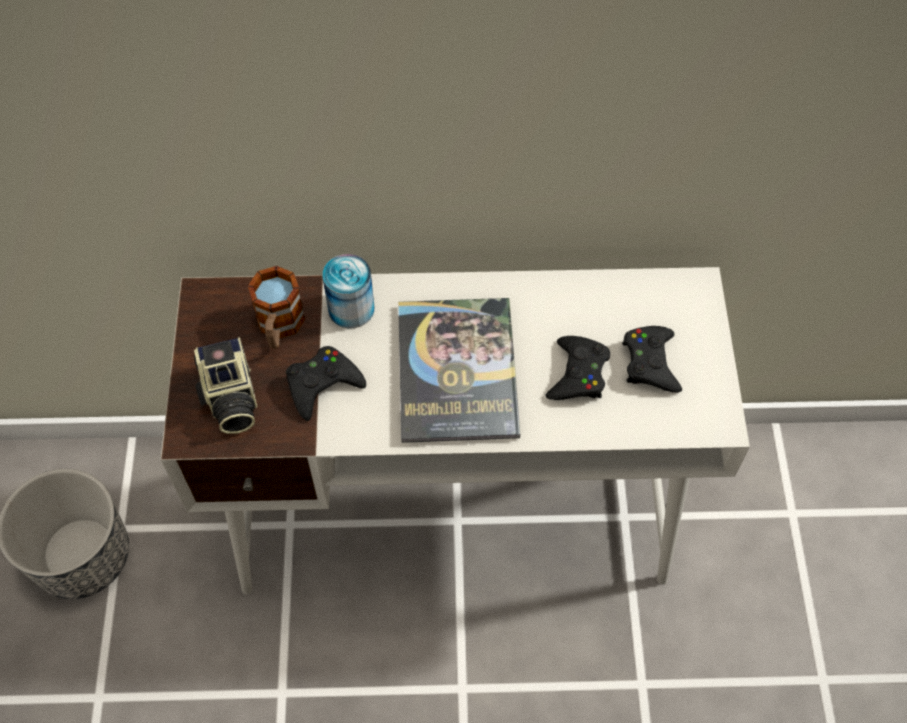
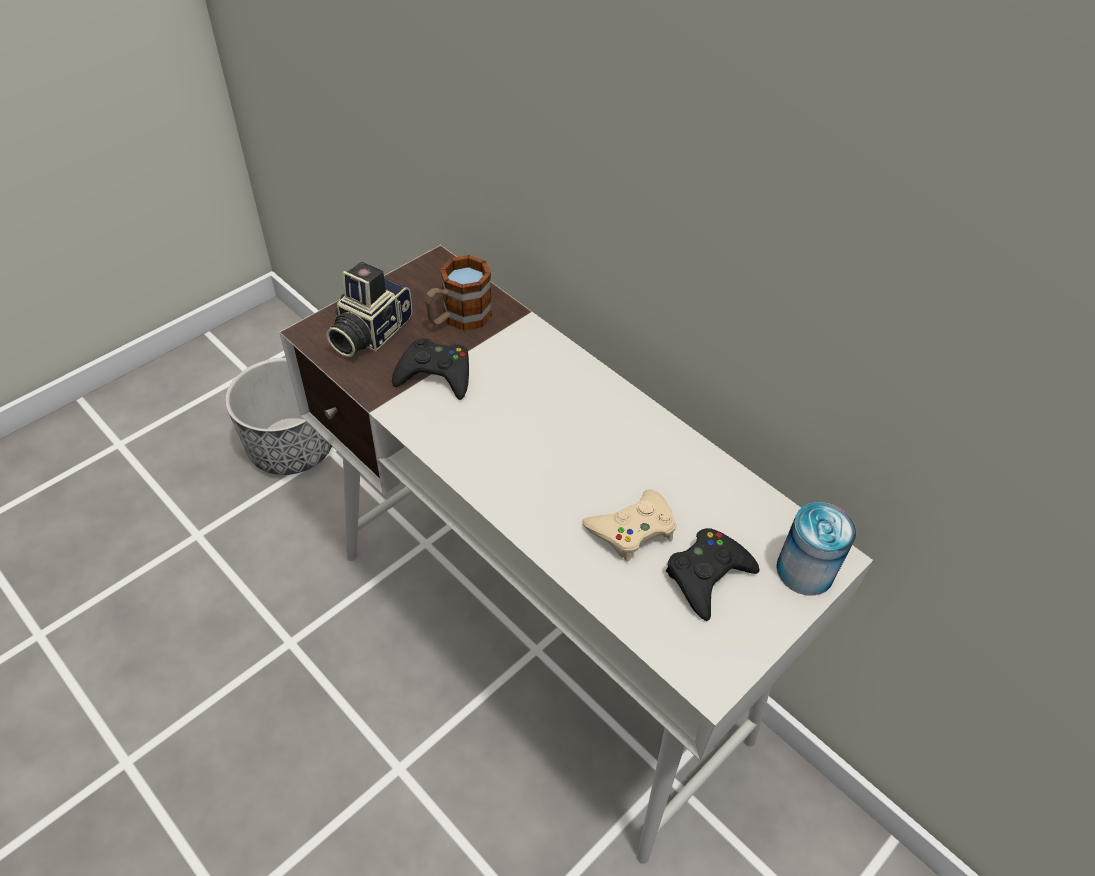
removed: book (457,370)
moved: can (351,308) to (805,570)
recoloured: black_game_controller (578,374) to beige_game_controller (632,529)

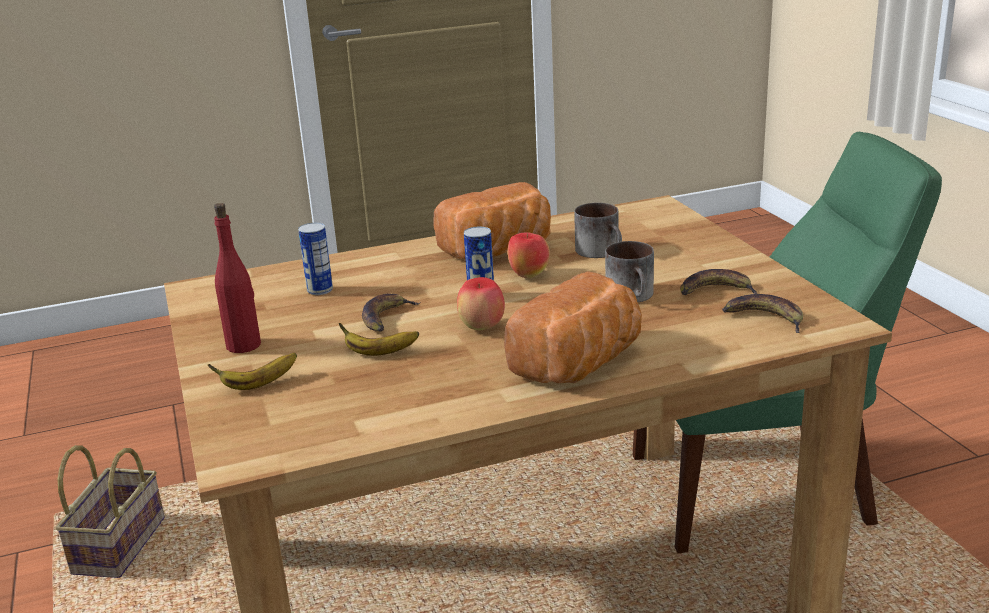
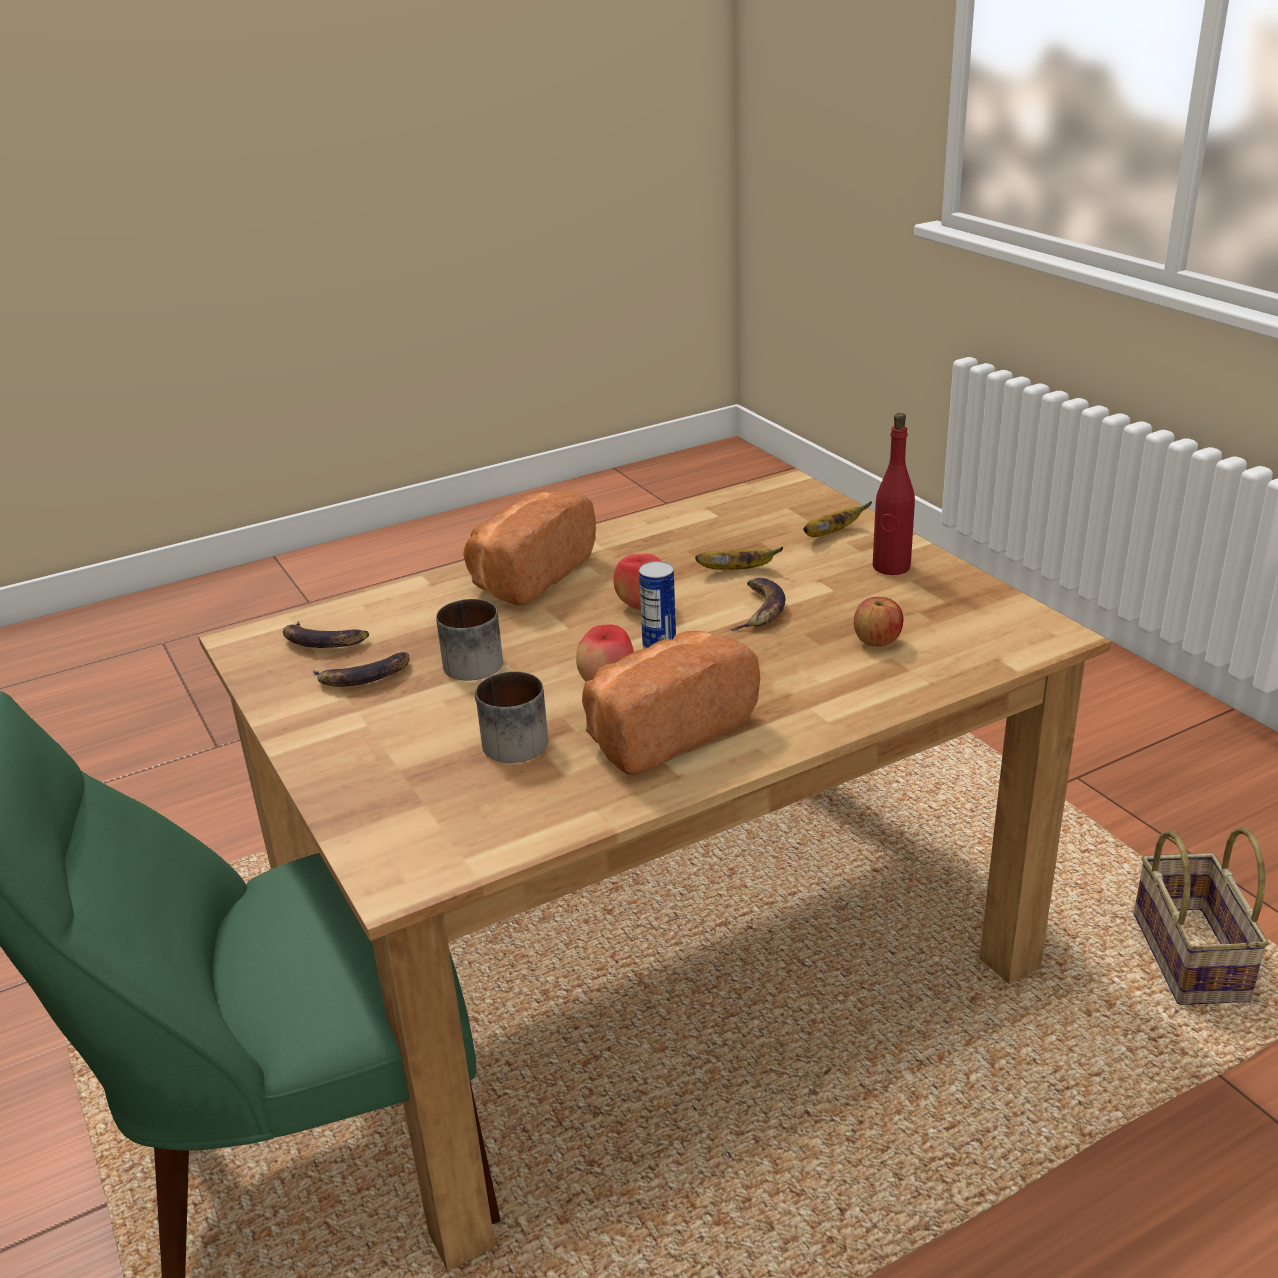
replaced: can (320,290) to apple (877,642)

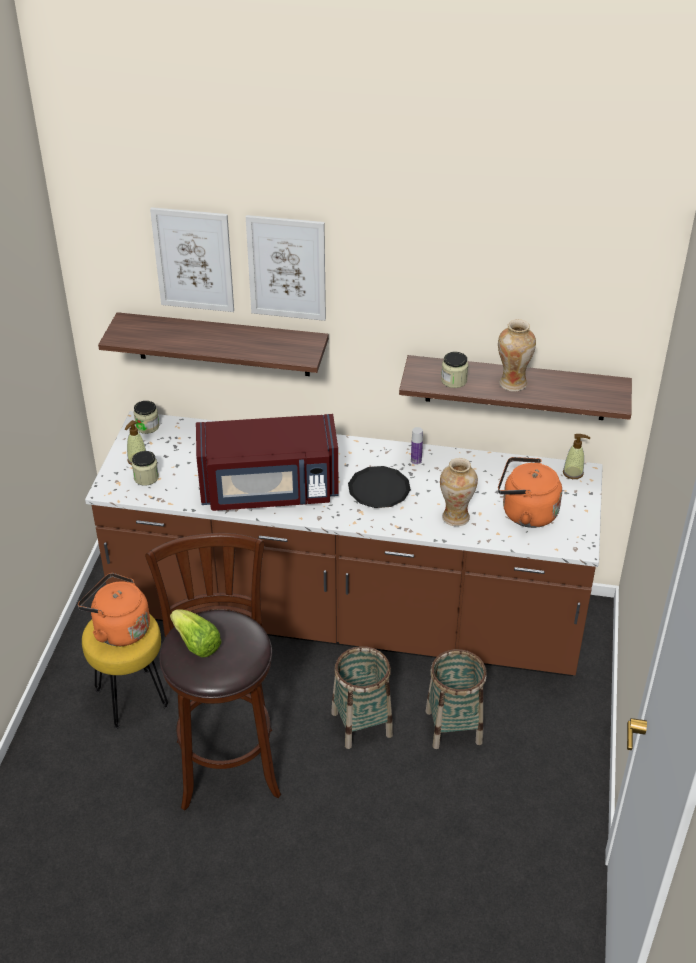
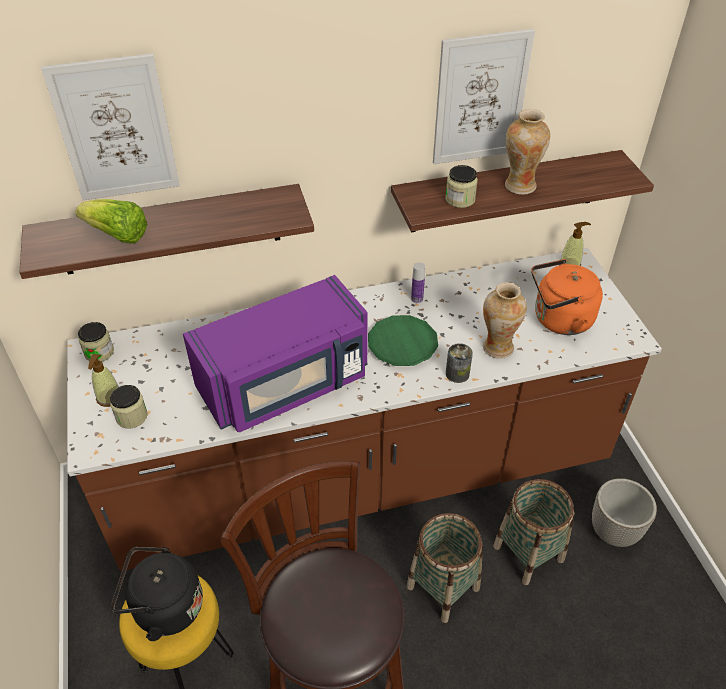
added: can (457,373); planter (613,532)
moved: lettuce (196,644) to (117,235); picture (287,268) to (480,98)
recoloured: orange_kettle (119,629) to black_kettle (164,608); red_microwave (269,491) to purple_microwave (286,384); black_plate (379,491) to green_plate (402,344)

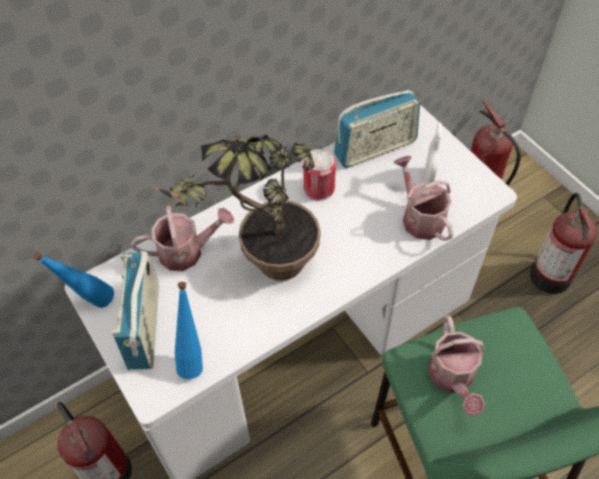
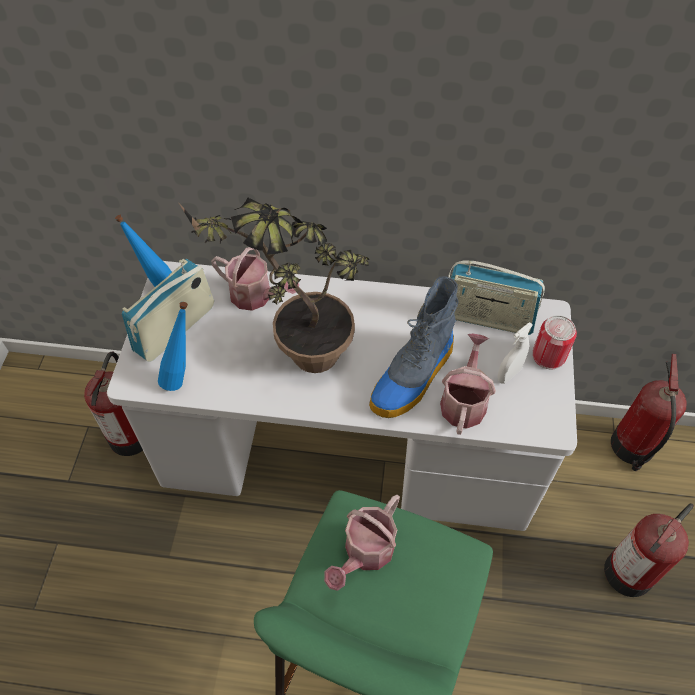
added: boot (412,378)
moved: can (319,188) to (548,355)

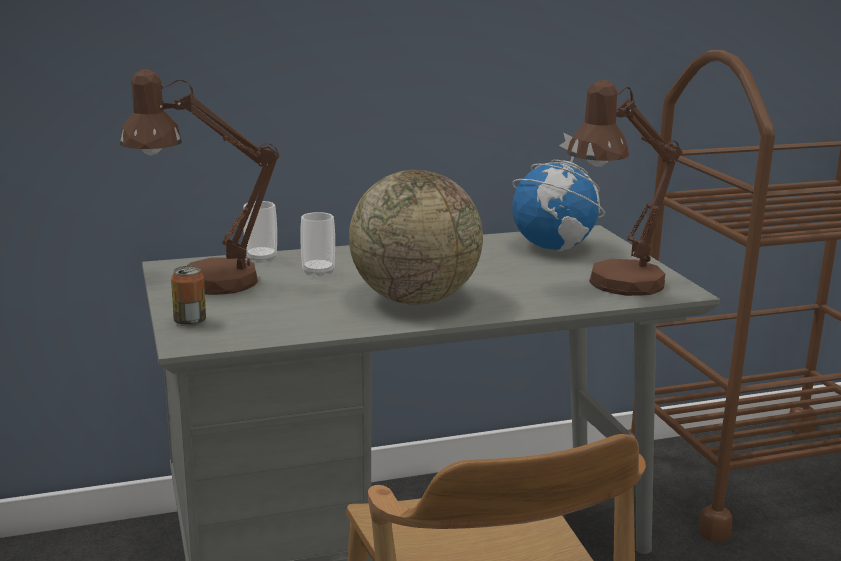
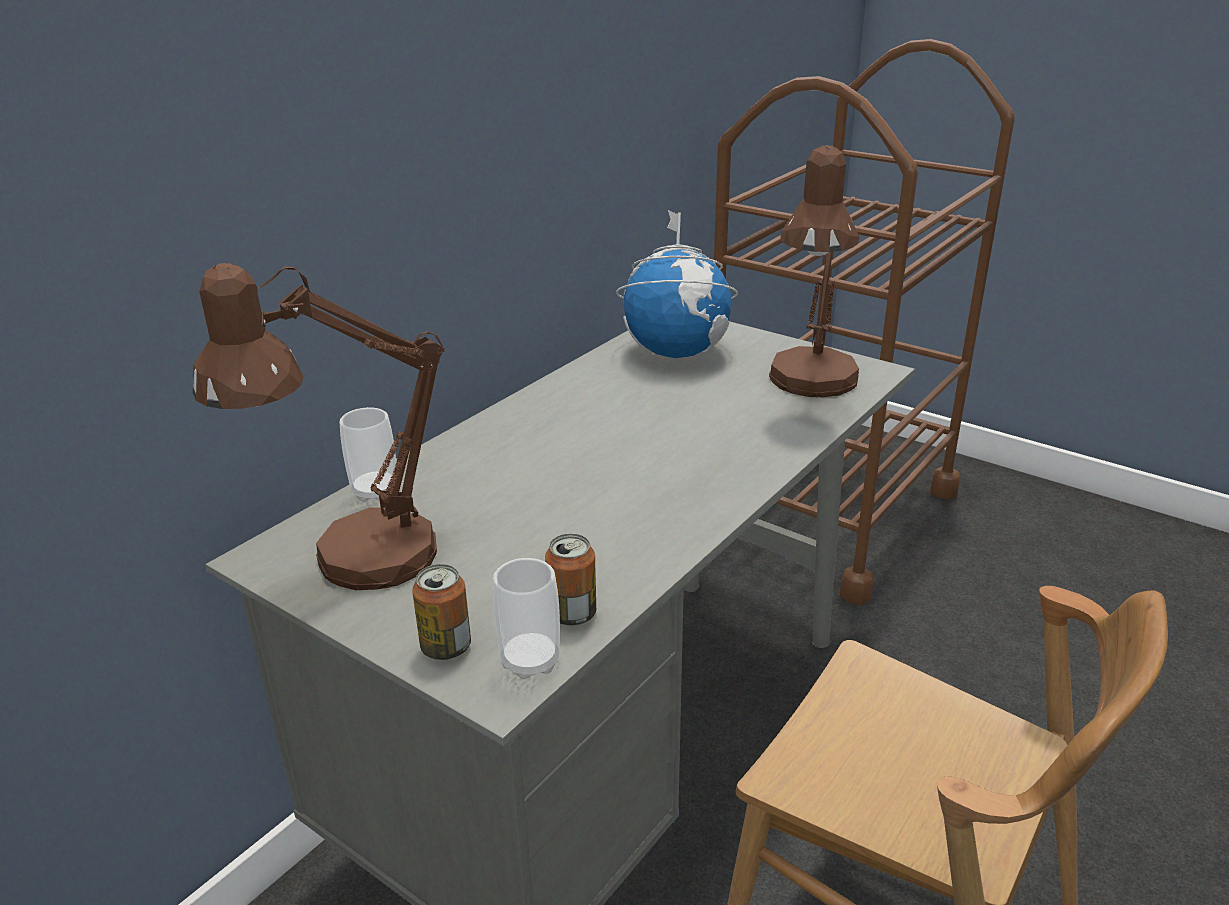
removed: globe (414,299)
added: can (572,614)
moved: cup (318,271) to (530,661)

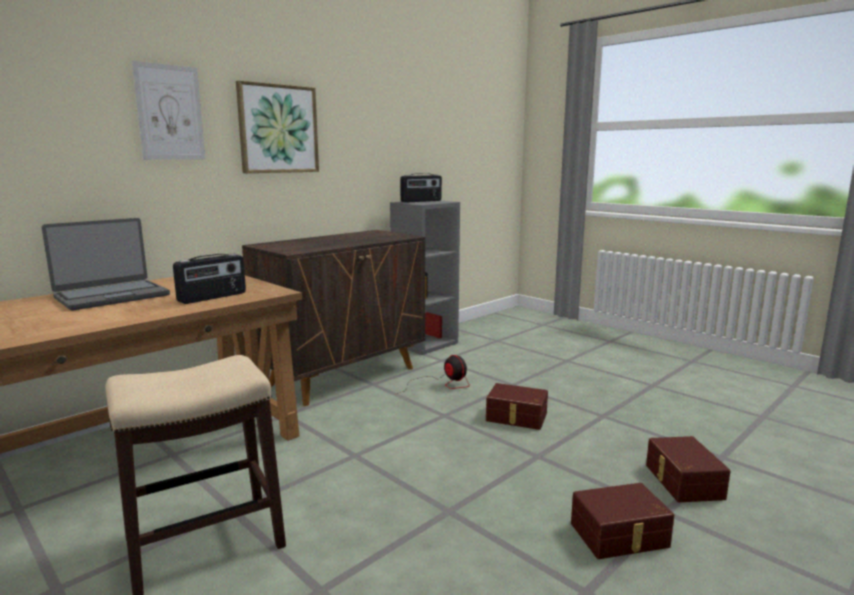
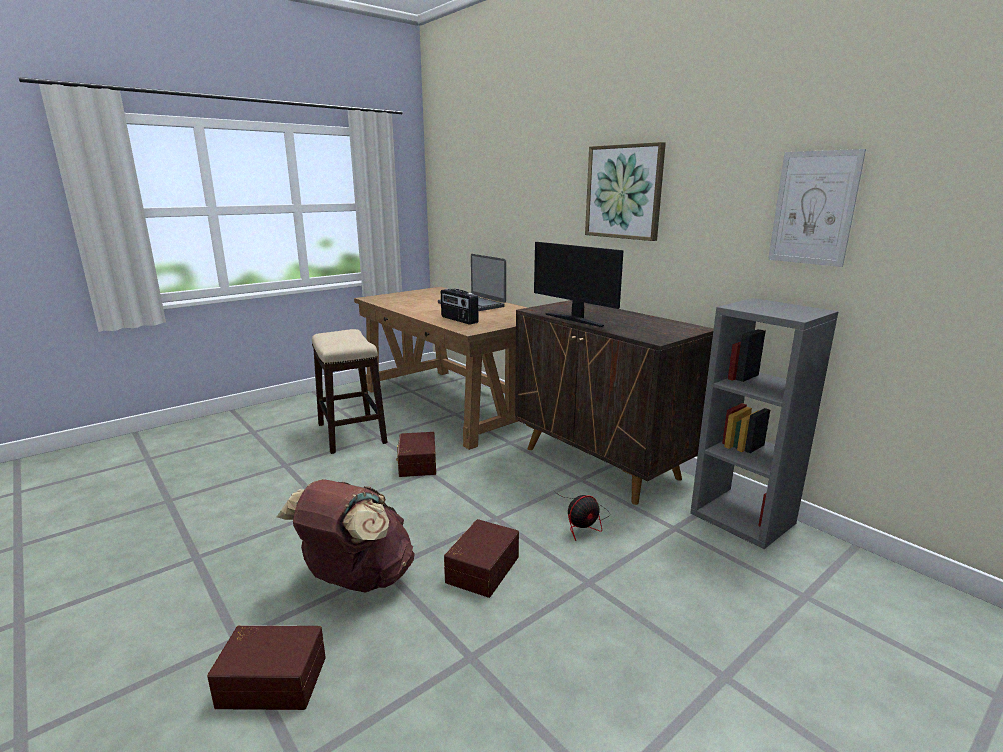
removed: radio (421,201)
added: brown_backpack (356,580); monitor (575,319)
moved: picture (170,112) to (813,208); brown_storage_box (620,536) to (416,464)

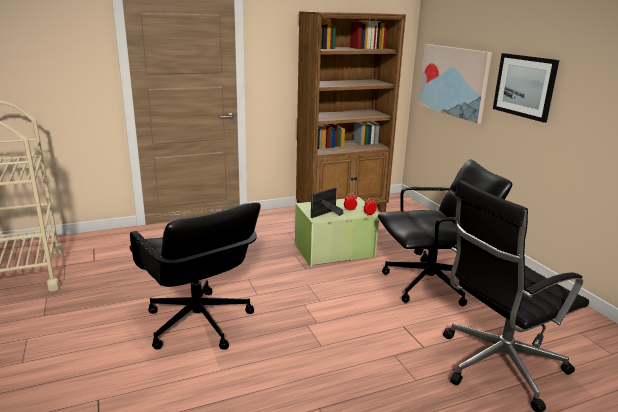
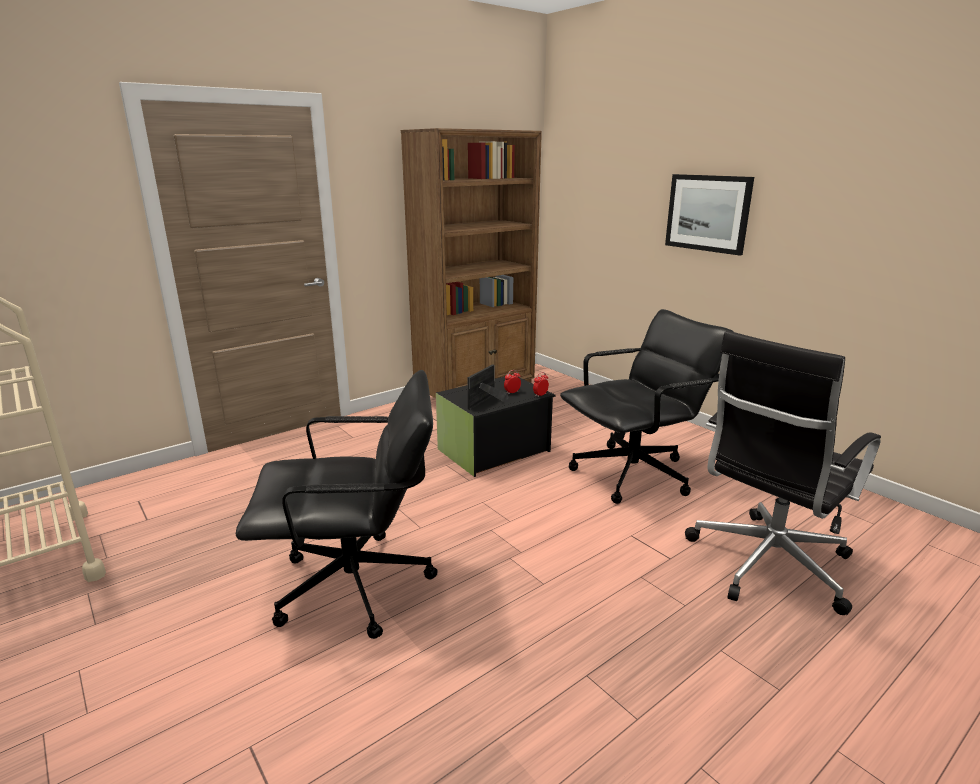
removed: picture (453,81)
recoloured: green_storage_box (335,251) to black_storage_box (495,451)
turned: black_office_chair (198,323) = (356,586) 45 degrees counterclockwise

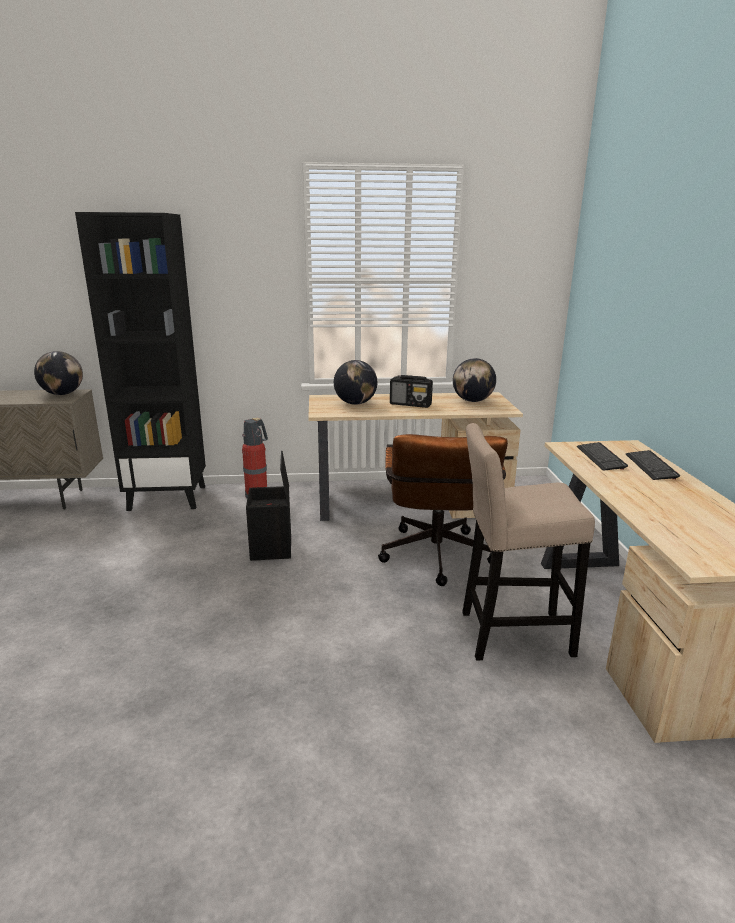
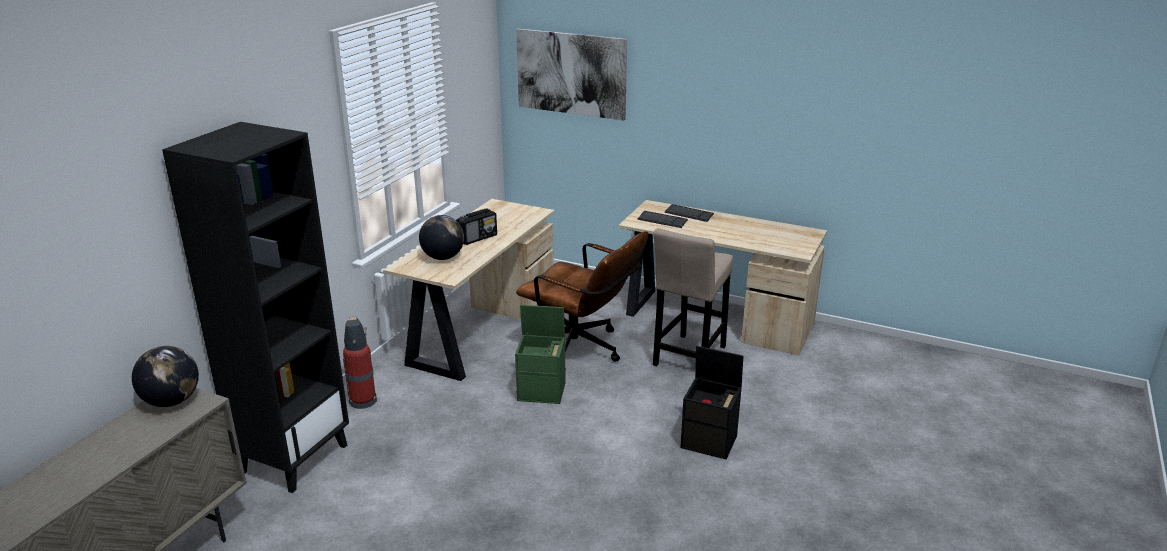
removed: globe (472,401)
added: green_storage_box (542,391); picture (571,73)
moved: black_storage_box (272,548) to (710,442)

